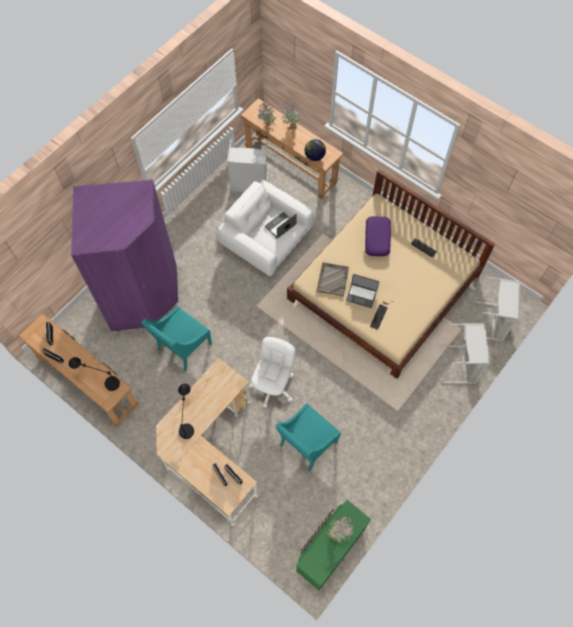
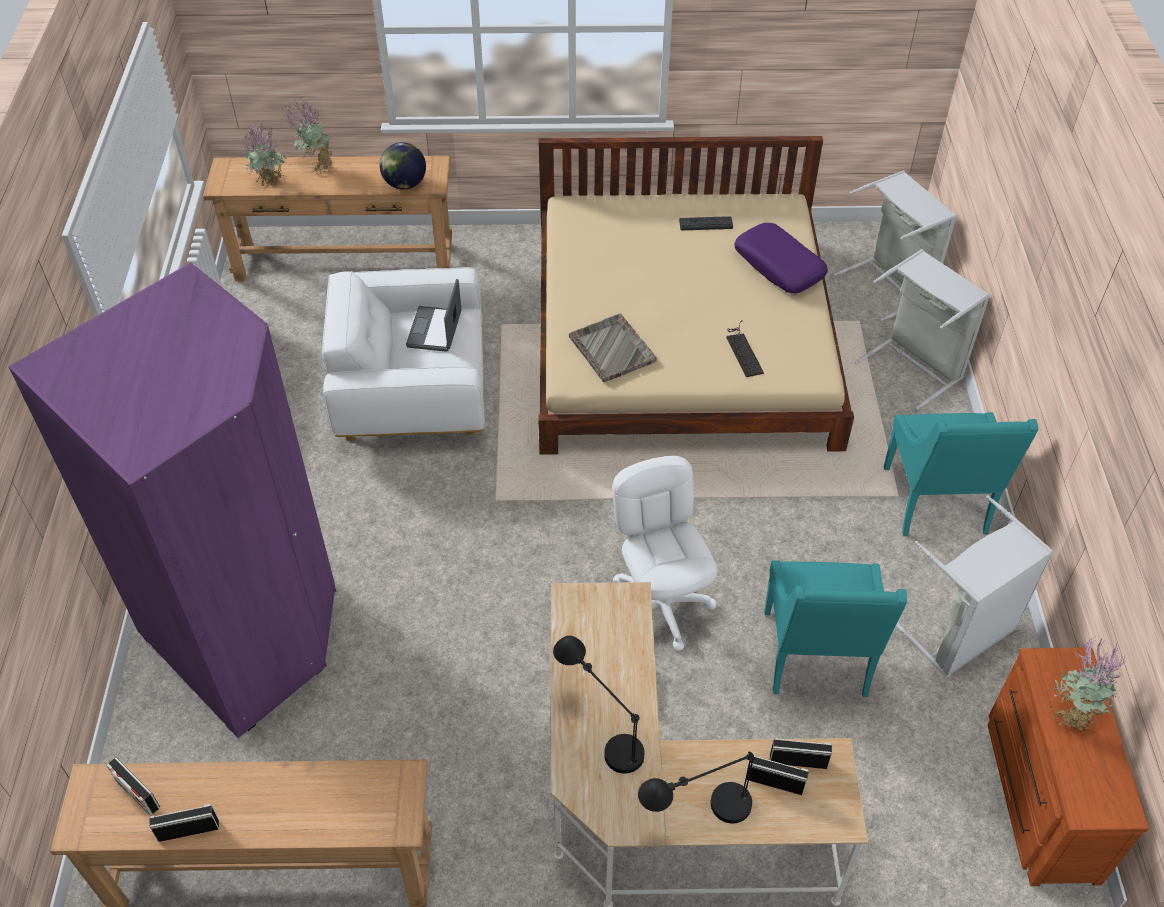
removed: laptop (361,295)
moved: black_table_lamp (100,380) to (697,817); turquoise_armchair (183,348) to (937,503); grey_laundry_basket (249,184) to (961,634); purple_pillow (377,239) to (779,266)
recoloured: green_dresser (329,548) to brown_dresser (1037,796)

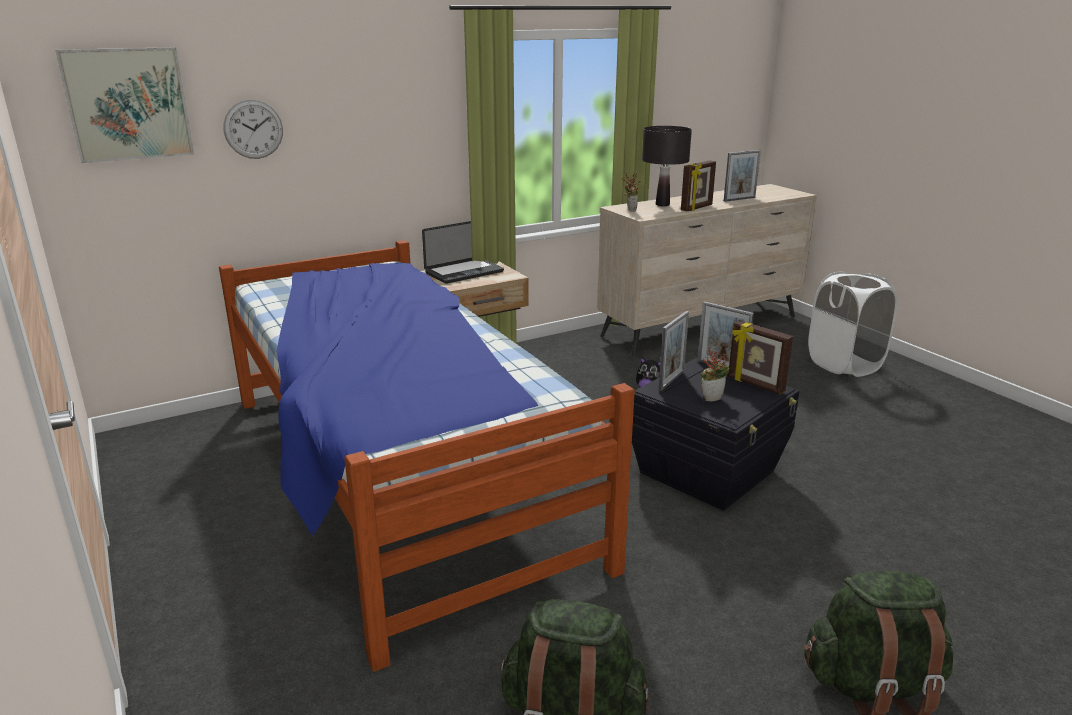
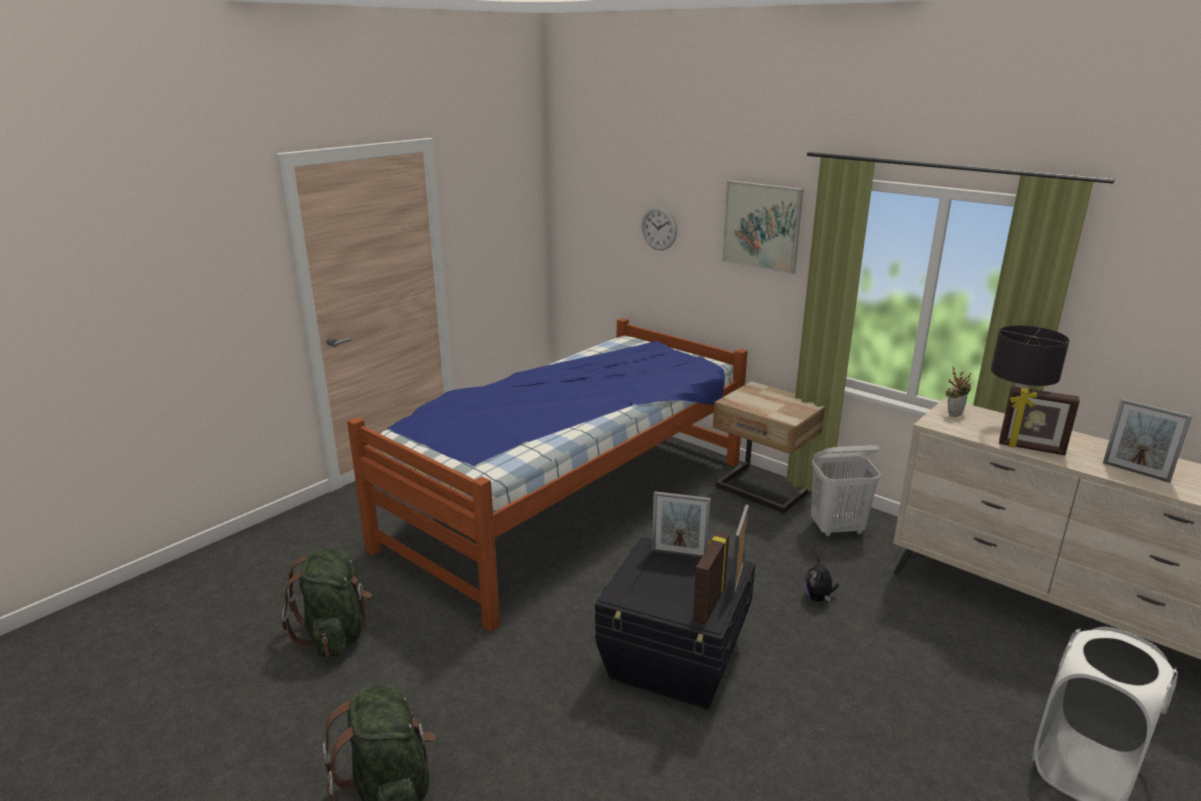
removed: laptop (464,272); potted_plant (712,397)
added: white_laundry_basket (837,529)
moved: picture (128,104) to (762,226)

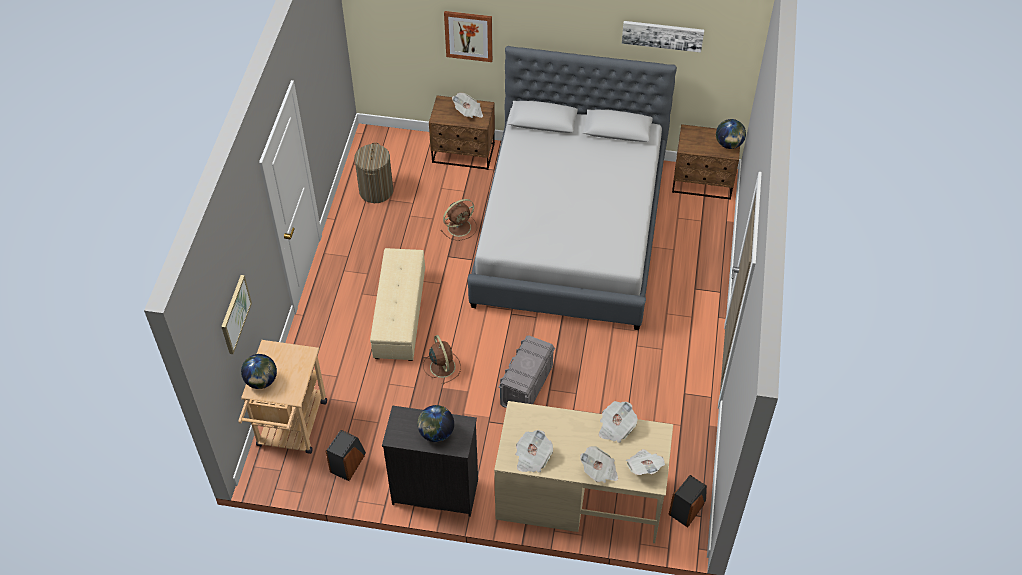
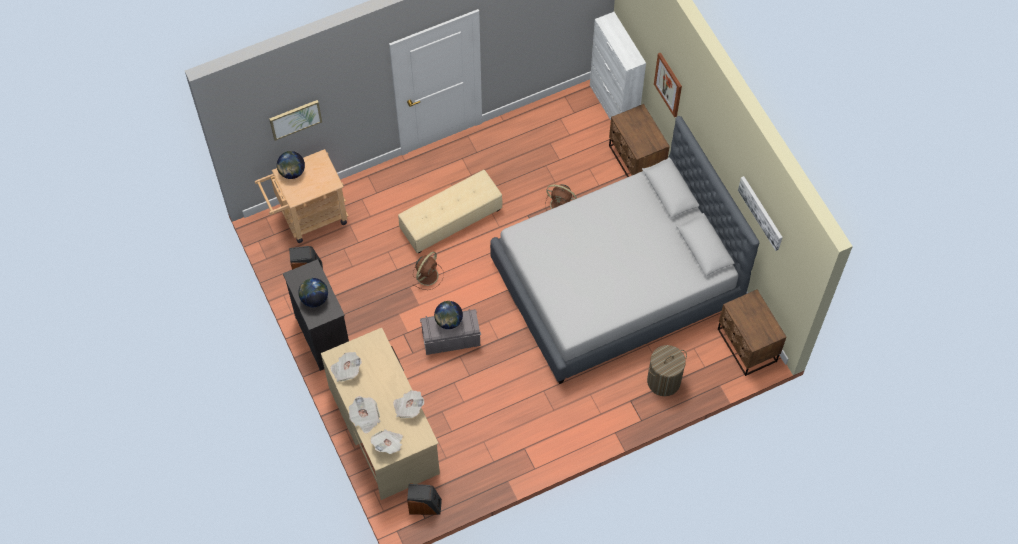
removed: newspaper (468,112)
added: white_cabinet (613,106)
moved: laundry_basket (376,191) to (663,381); globe (728,144) to (448,321)

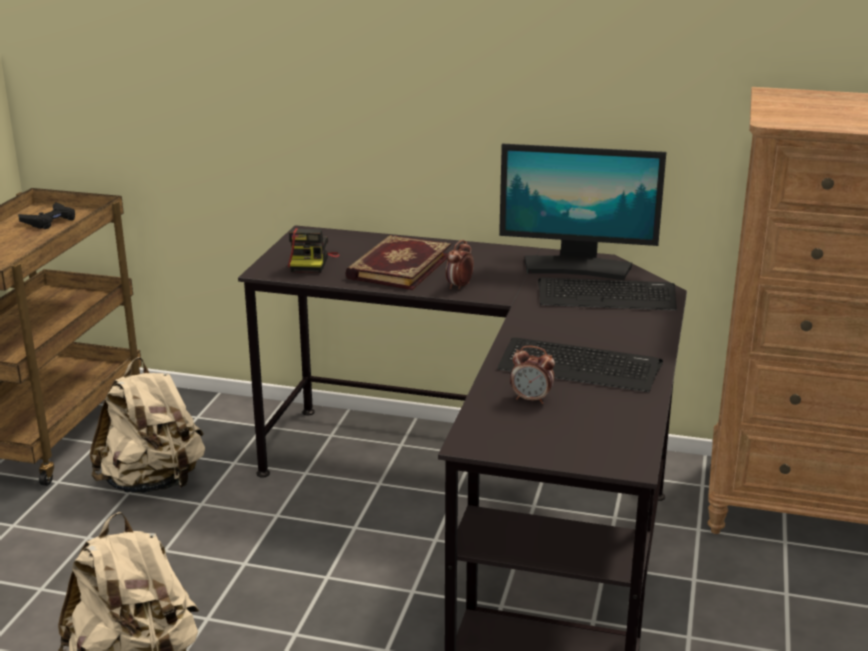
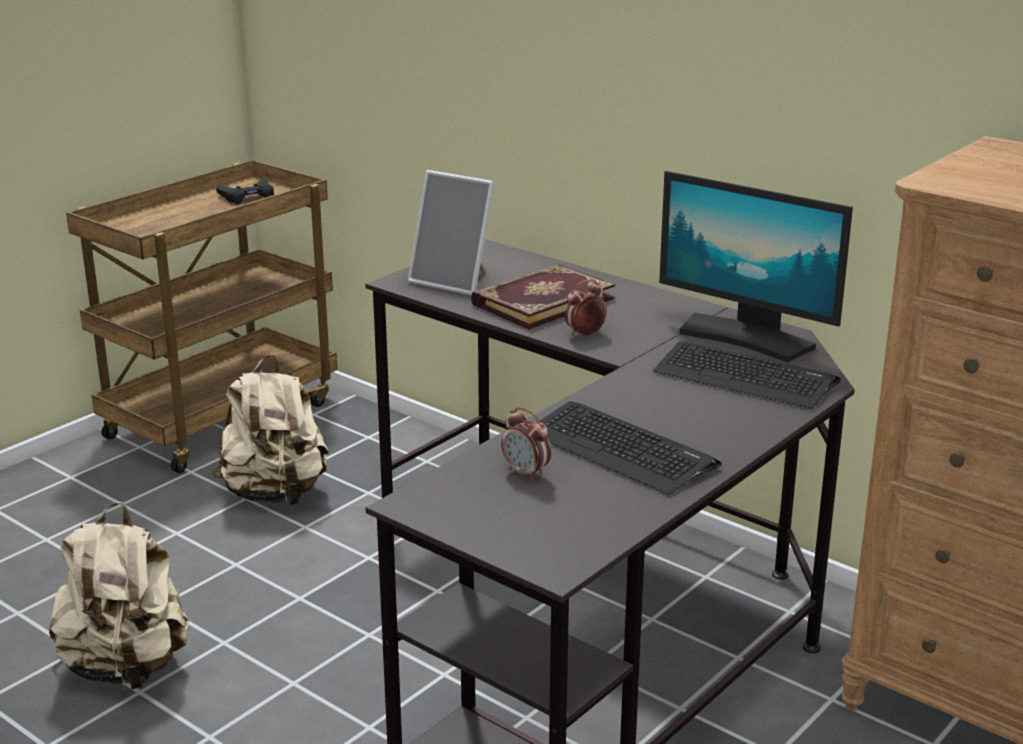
replaced: photo_camera (312,263) to picture_frame (455,281)

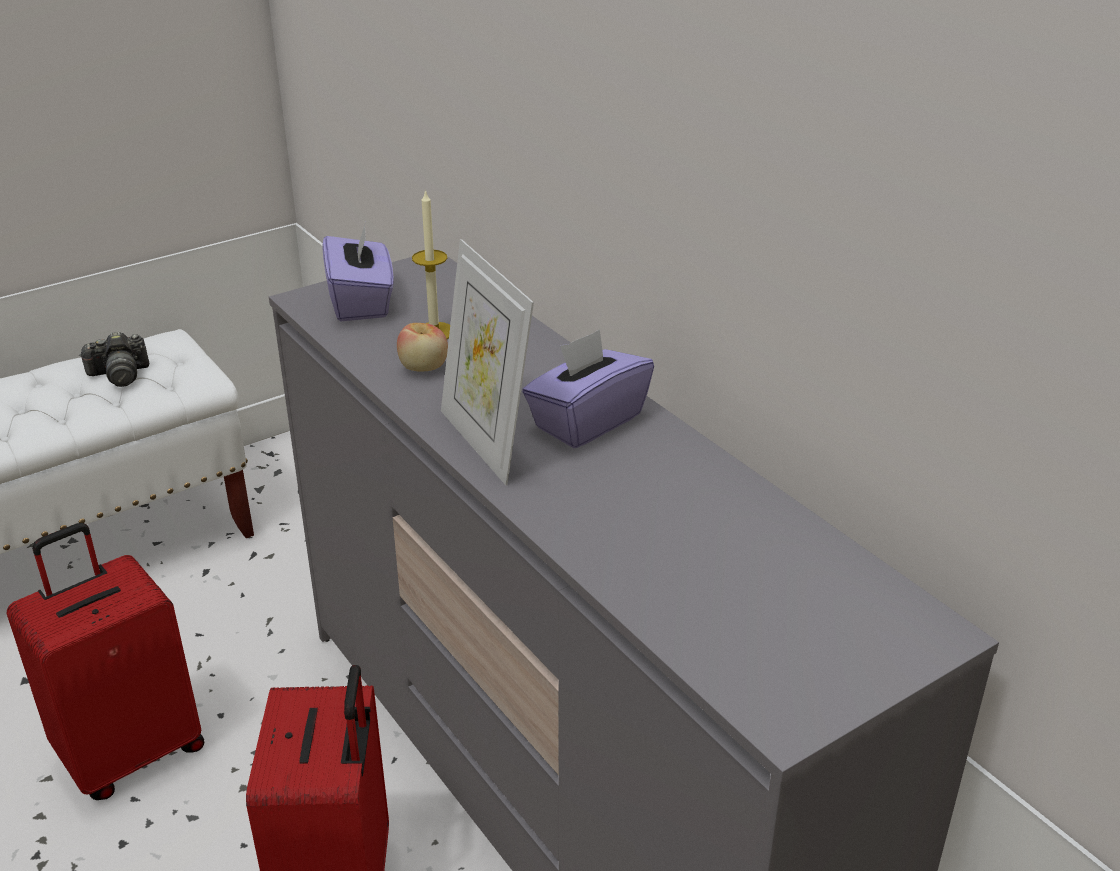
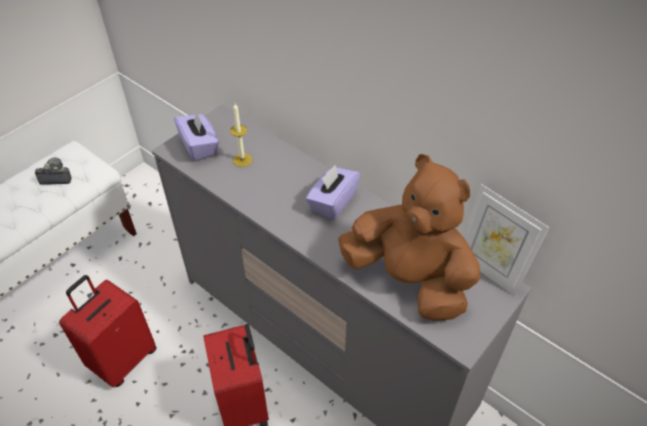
removed: apple (423,368)
added: brown_plush_toy (409,279)
moved: picture_frame (486,442) to (488,269)
turned: photo_camera (119,375) = (56,177) 150 degrees counterclockwise

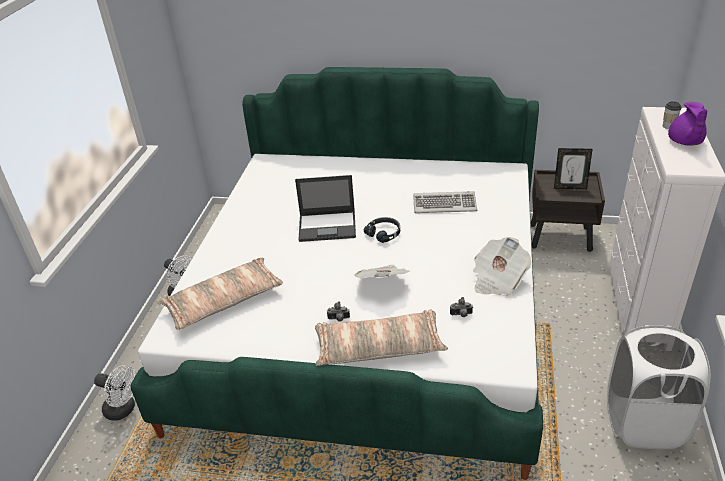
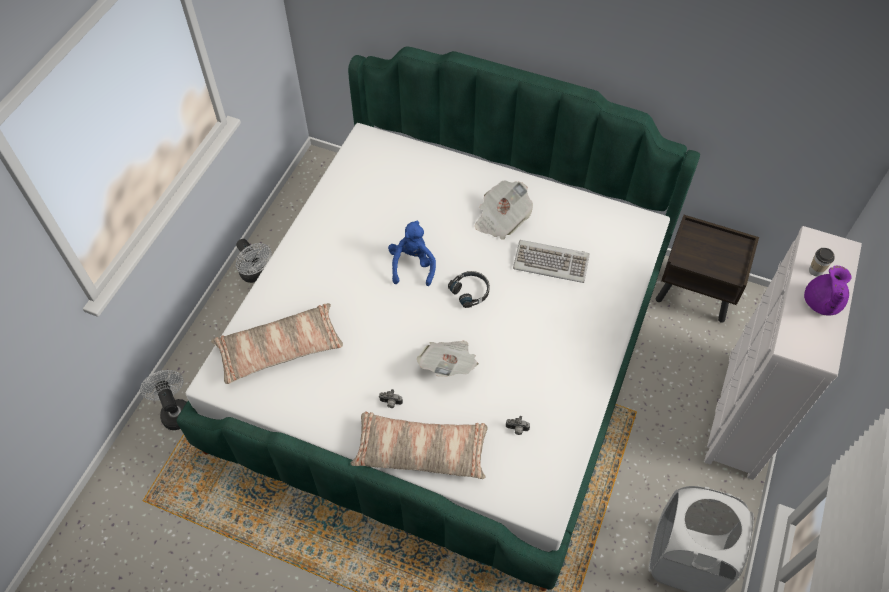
removed: picture_frame (570,187)
moved: newspaper (498,279) to (501,219)
replaced: laptop (328,226) to blue_plush_toy (412,265)
turned: white_fan (124,410) = (175,411) 150 degrees counterclockwise

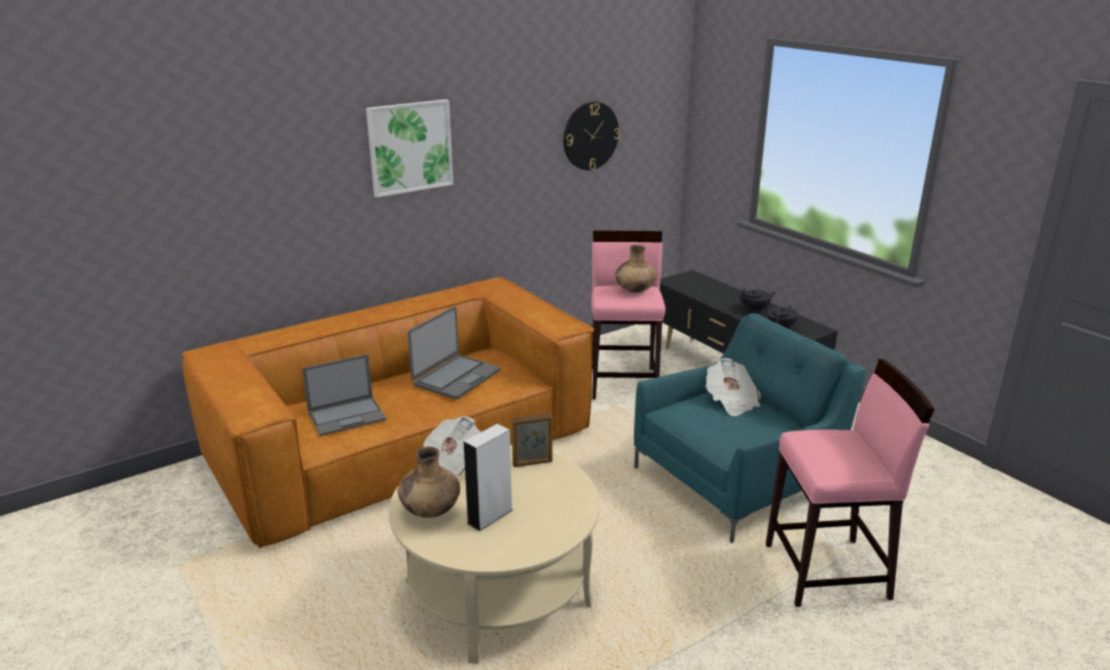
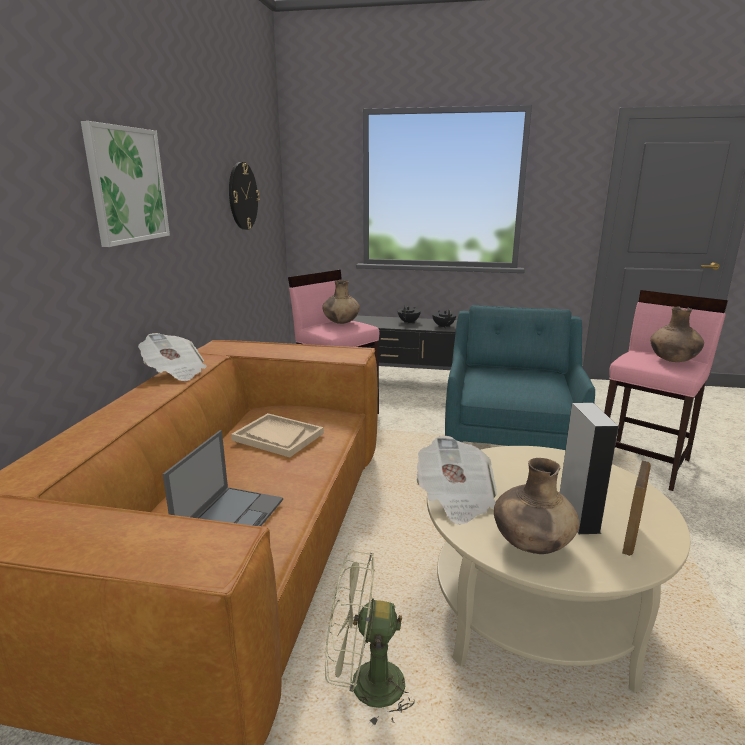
added: green_fan (365,686); brown_vase (673,361)
moved: picture_frame (532,463) to (630,539); newspaper (732,401) to (175,372)
replaced: laptop (456,378) to beige_tray (277,437)

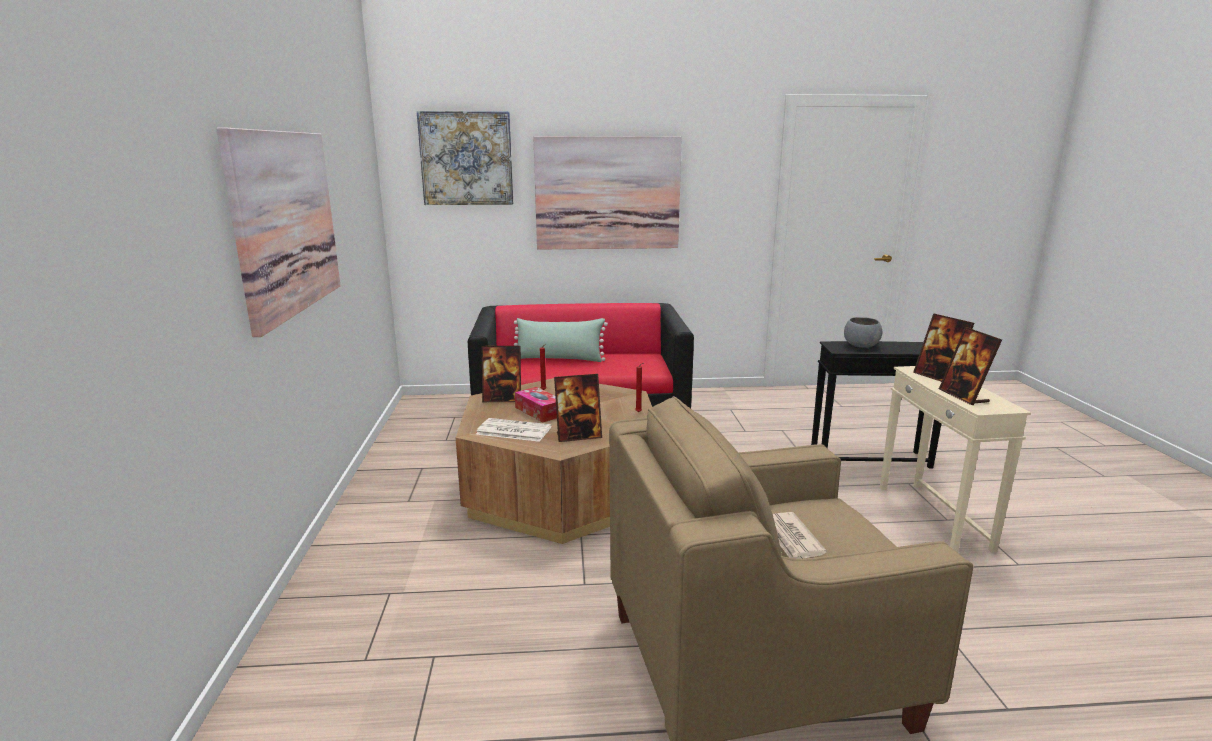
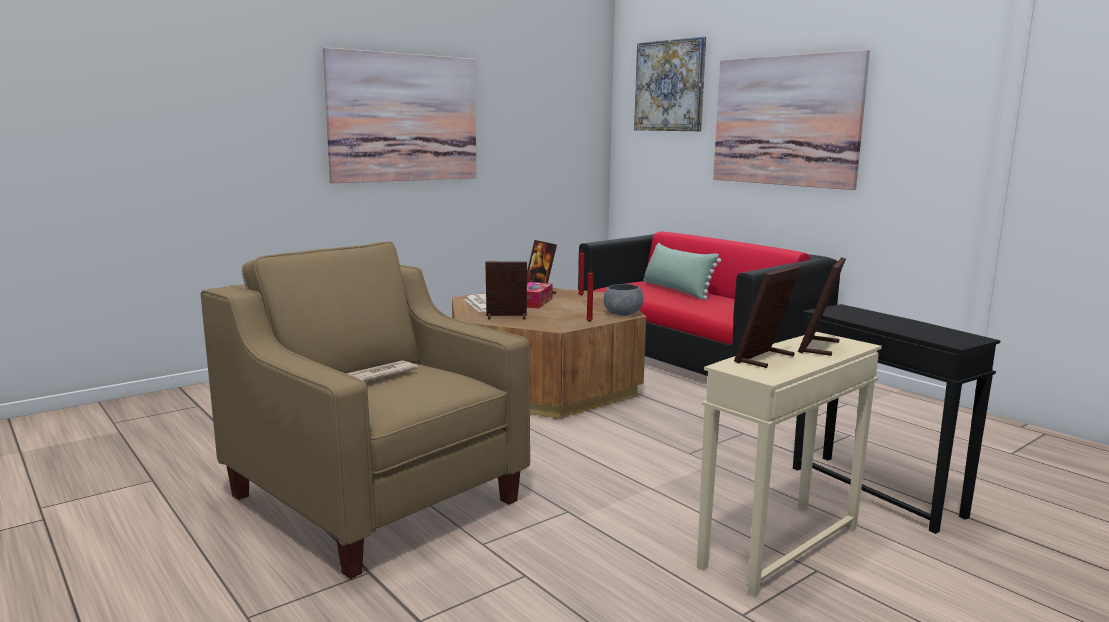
moved: grey_bowl (860,346) to (622,314)
turned: picture_frame (578,436) = (506,317) 135 degrees clockwise

